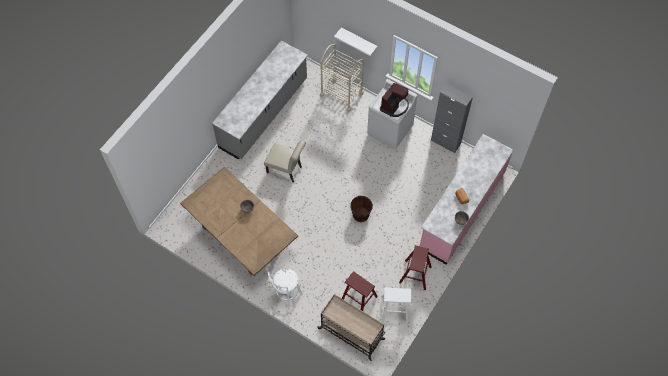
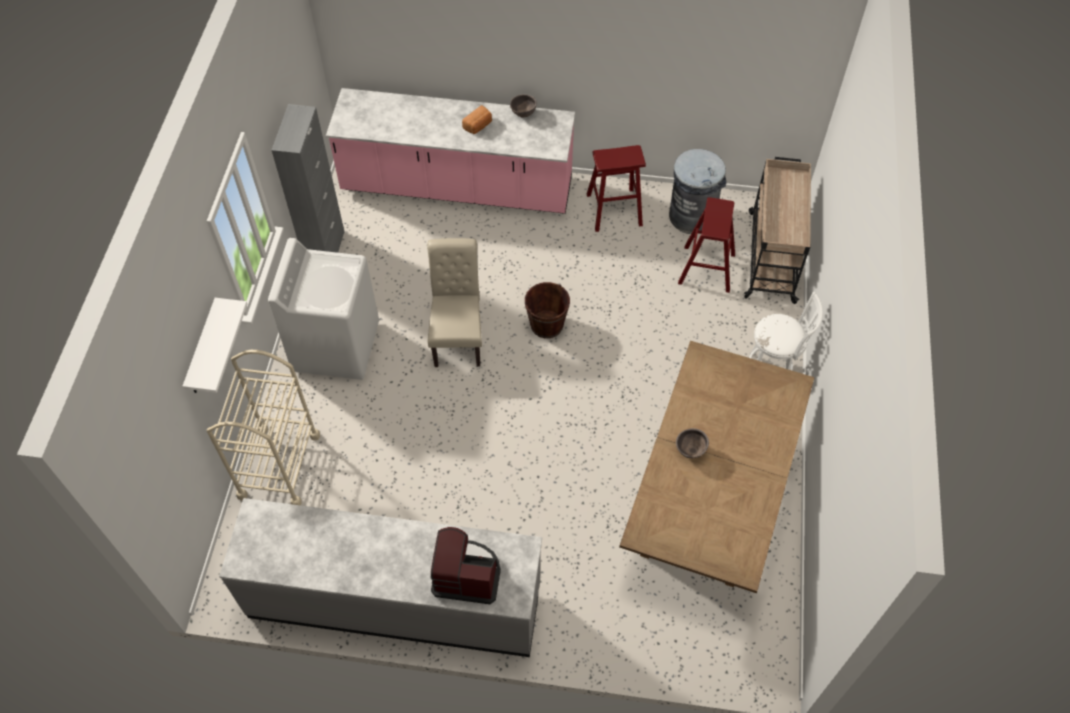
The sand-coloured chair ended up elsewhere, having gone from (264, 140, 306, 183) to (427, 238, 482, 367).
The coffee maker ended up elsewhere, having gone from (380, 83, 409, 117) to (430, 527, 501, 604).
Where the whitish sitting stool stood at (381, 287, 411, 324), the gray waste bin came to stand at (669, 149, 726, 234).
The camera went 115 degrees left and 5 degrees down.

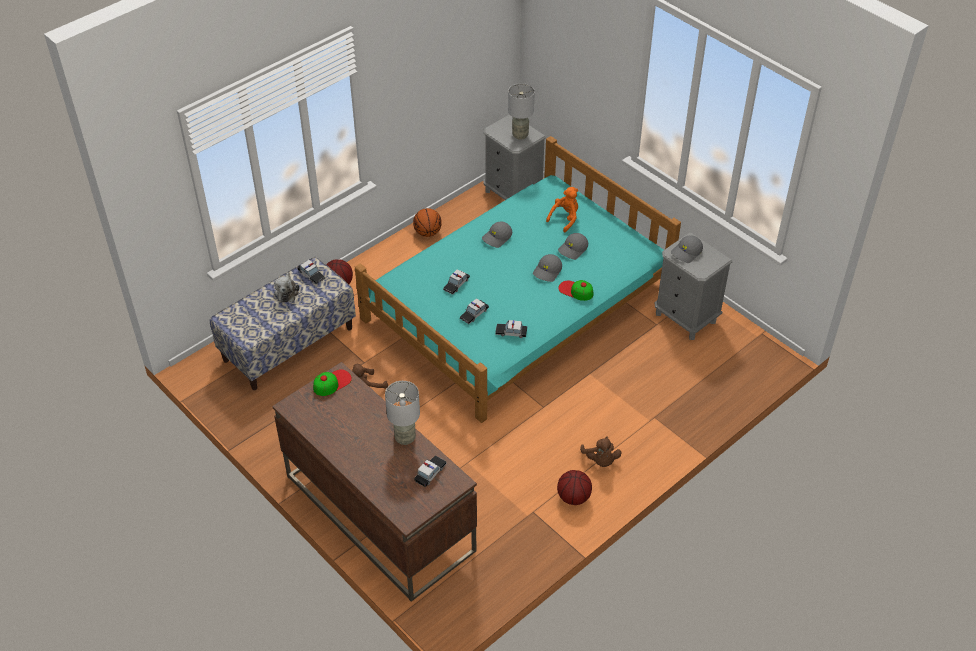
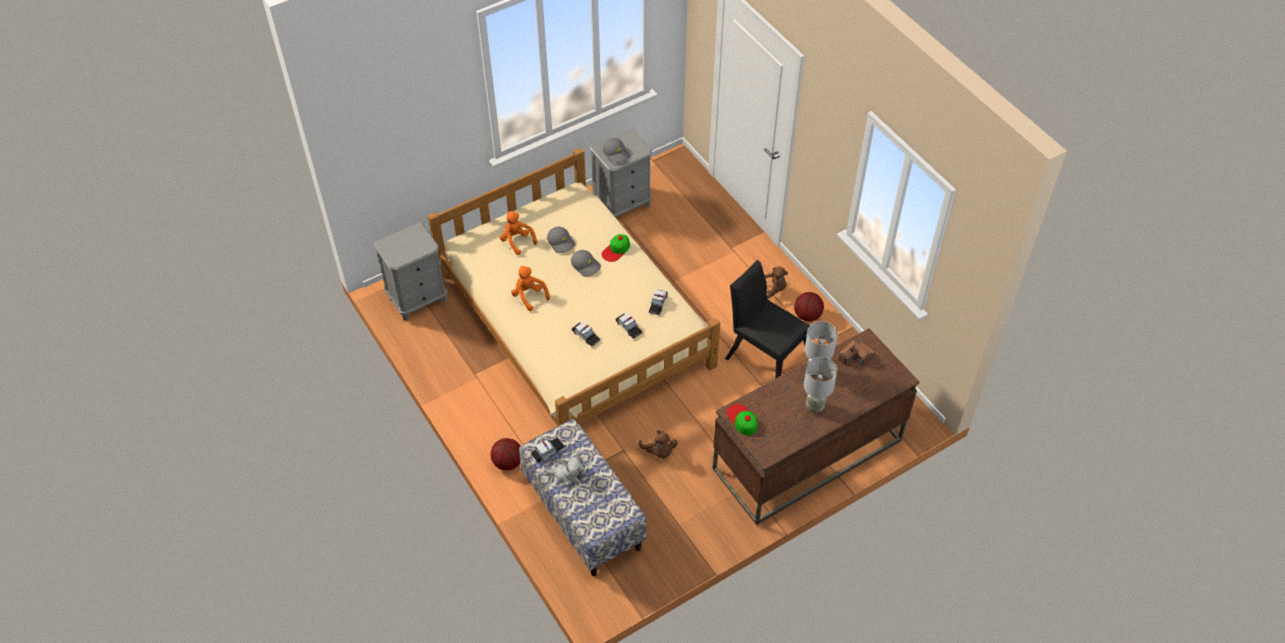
What was the blue-green sleeping bed at (355, 136, 681, 423) turned into the sand-coloured sleeping bed at (428, 148, 720, 426).
Where the gray cap stood at (482, 222, 512, 248), the orange-coloured cuddly toy came to stand at (511, 265, 550, 311).
The second view gained the black-coloured chair at (725, 260, 810, 379).
The gray table lamp ended up elsewhere, having gone from (508, 83, 535, 140) to (804, 357, 837, 413).
Where the miniature car stood at (414, 455, 447, 487), the model house came to stand at (839, 340, 875, 365).
The second view lost the basketball ball at (413, 208, 442, 237).
The camera went 80 degrees left and 5 degrees up.

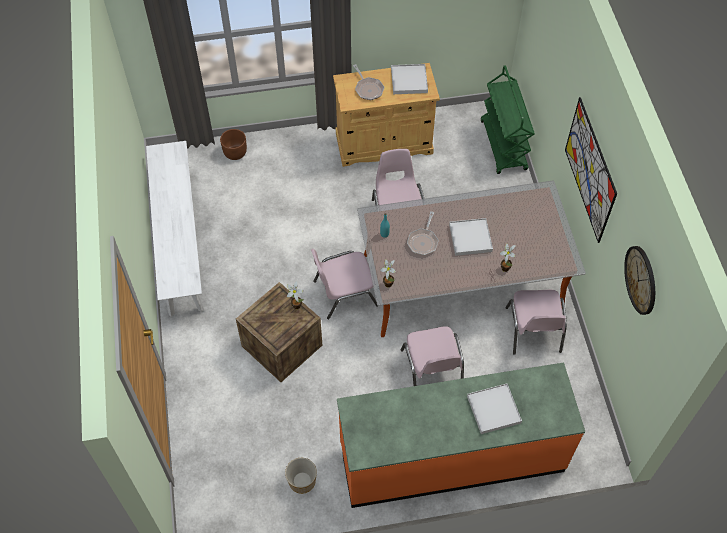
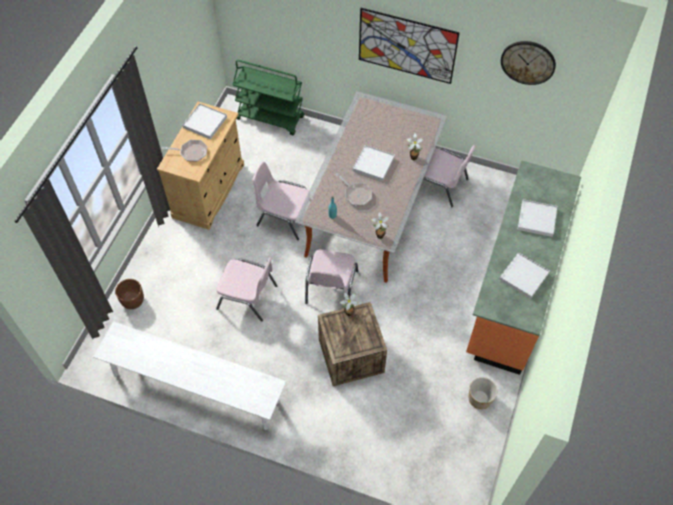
The pink chair ended up elsewhere, having gone from (401, 326, 464, 386) to (216, 257, 277, 322).
The second view gained the whitish carrying tray at (499, 252, 550, 299).
The camera went 60 degrees left and 0 degrees up.

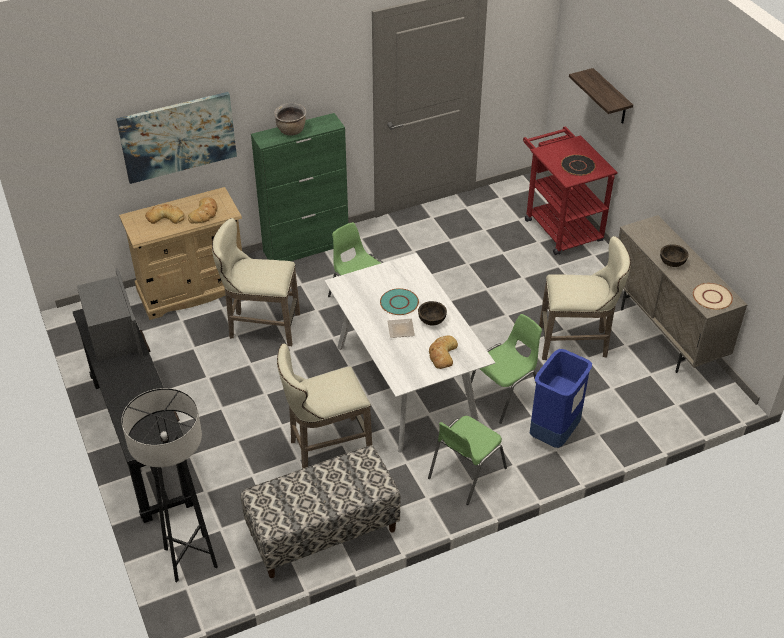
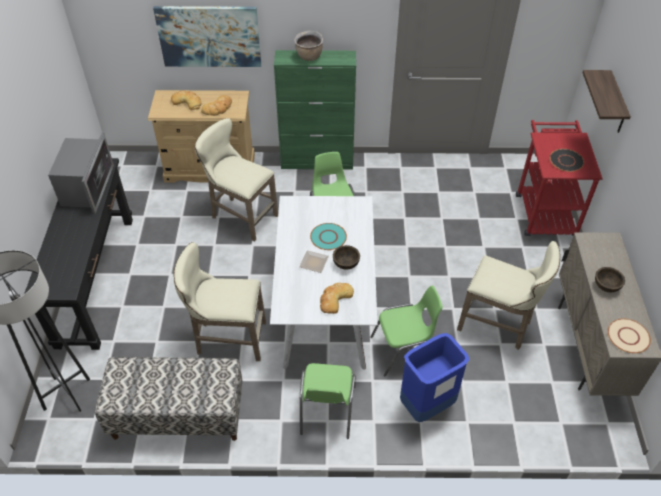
The greenish chair at (428, 416, 507, 505) ended up facing another way, 60 degrees counterclockwise from before.
The camera went 25 degrees right and 5 degrees up.

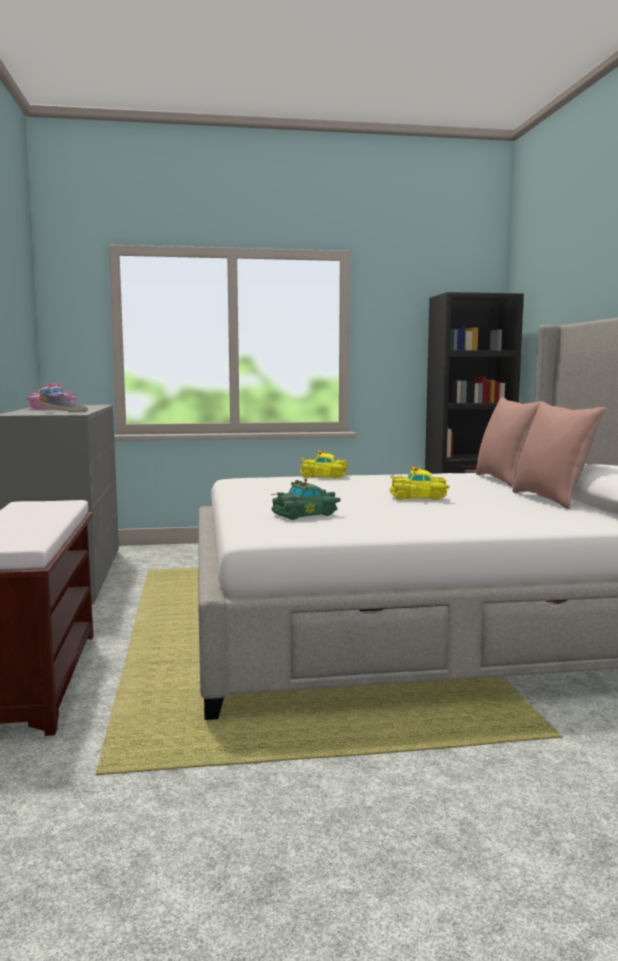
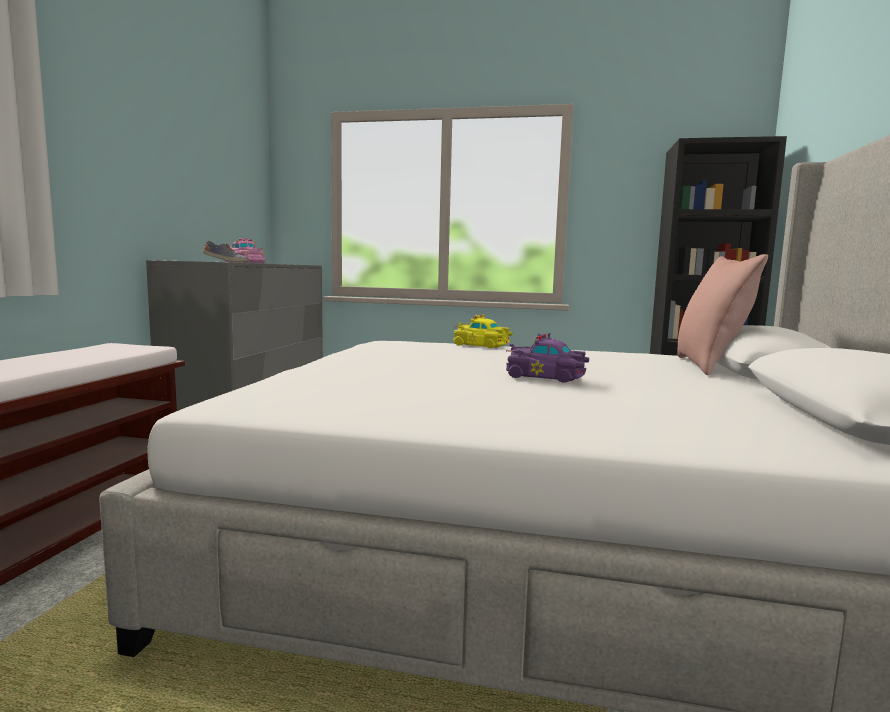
What was the yellow-coloured miniature car at (390, 466, 450, 500) turned into the purplish miniature car at (506, 333, 589, 382).
The second view lost the greenish miniature car at (271, 479, 341, 520).
The second view lost the pink pillow at (512, 401, 606, 509).
The camera went 20 degrees right and 0 degrees up.

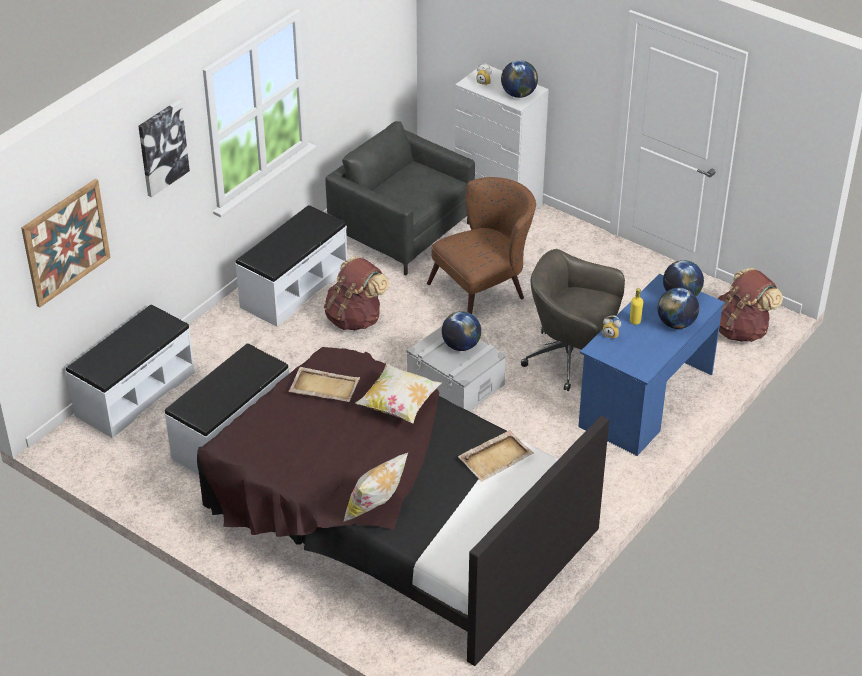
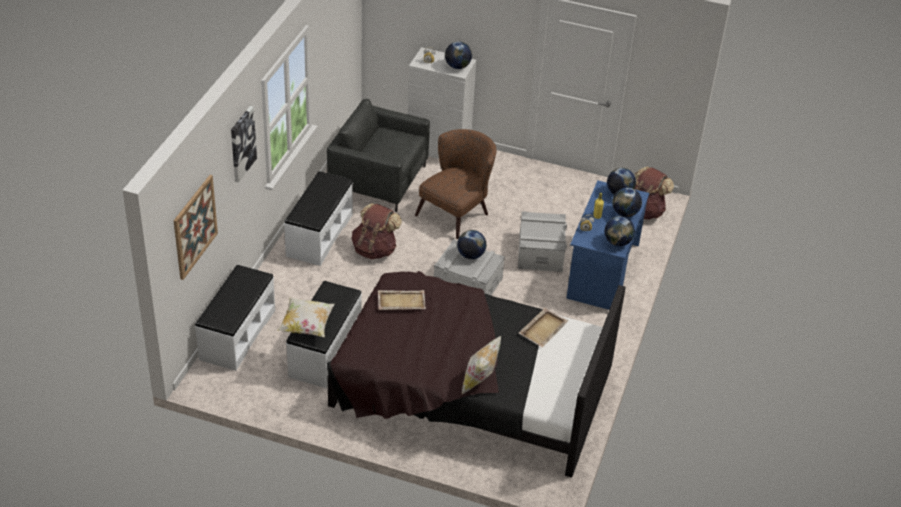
The pillow ended up elsewhere, having gone from (355, 364, 441, 424) to (277, 297, 335, 337).
Where the gray computer chair stood at (521, 249, 625, 391), the gray storage box came to stand at (518, 211, 567, 272).
The second view gained the globe at (605, 216, 635, 246).
The camera went 20 degrees left and 0 degrees up.

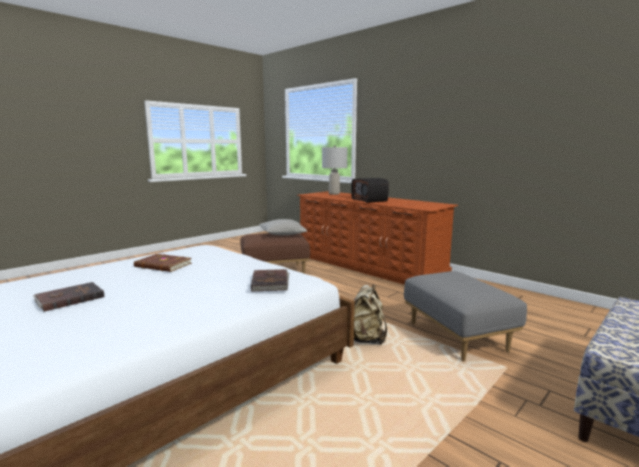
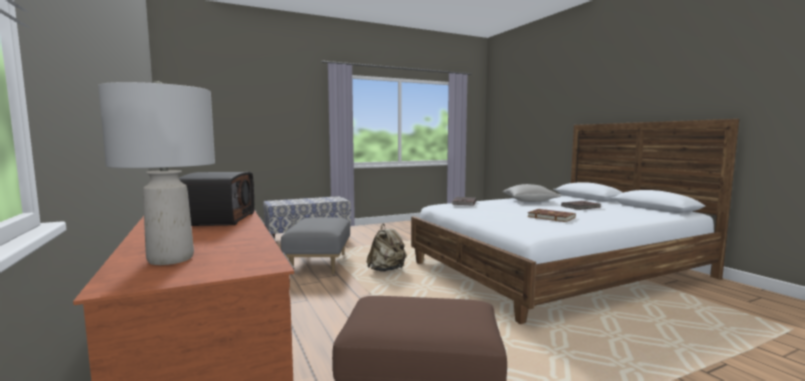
The gray pillow ended up elsewhere, having gone from (259, 219, 307, 235) to (503, 184, 561, 202).
The camera went 160 degrees left and 5 degrees down.

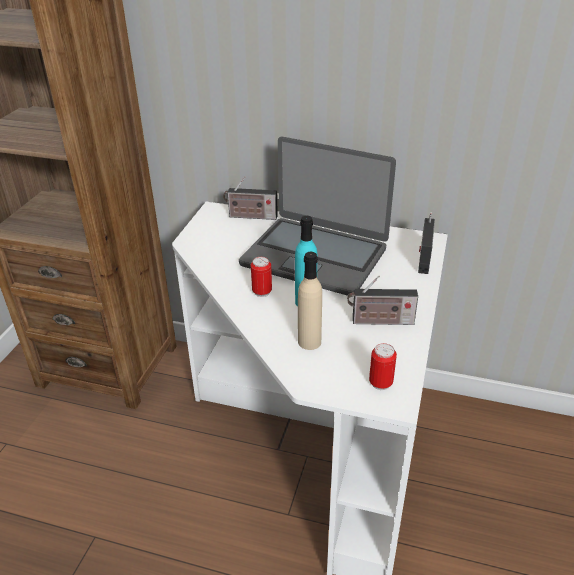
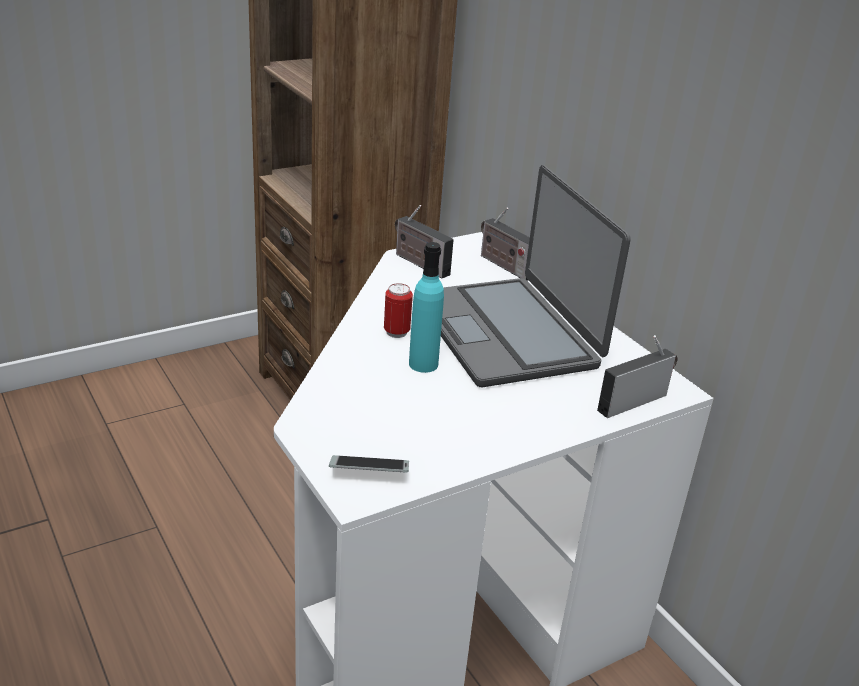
Where the can stood at (369, 343, 397, 390), the phone came to stand at (329, 455, 409, 473).
The radio ended up elsewhere, having gone from (347, 275, 418, 325) to (395, 205, 454, 278).
The second view lost the sand-coloured beverage bottle at (298, 252, 322, 350).
The camera went 40 degrees right and 5 degrees down.

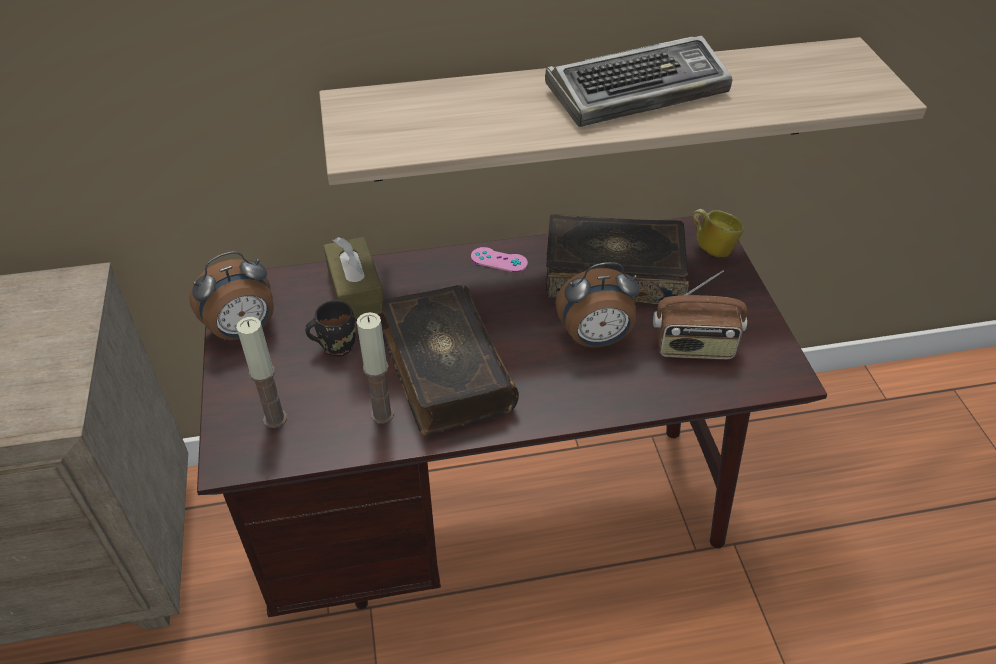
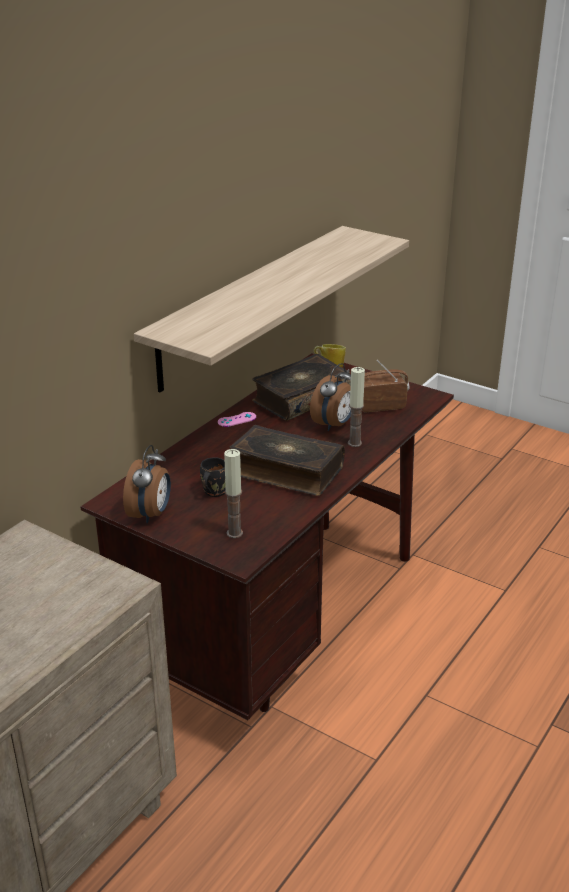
The candle ended up elsewhere, having gone from (357, 312, 394, 424) to (348, 367, 365, 447).
The radio at (653, 270, 747, 360) ended up facing another way, 150 degrees counterclockwise from before.
The second view lost the brown-coloured tissue box at (323, 237, 384, 319).
The second view lost the computer keyboard at (545, 36, 733, 127).
The camera went 45 degrees left and 15 degrees down.

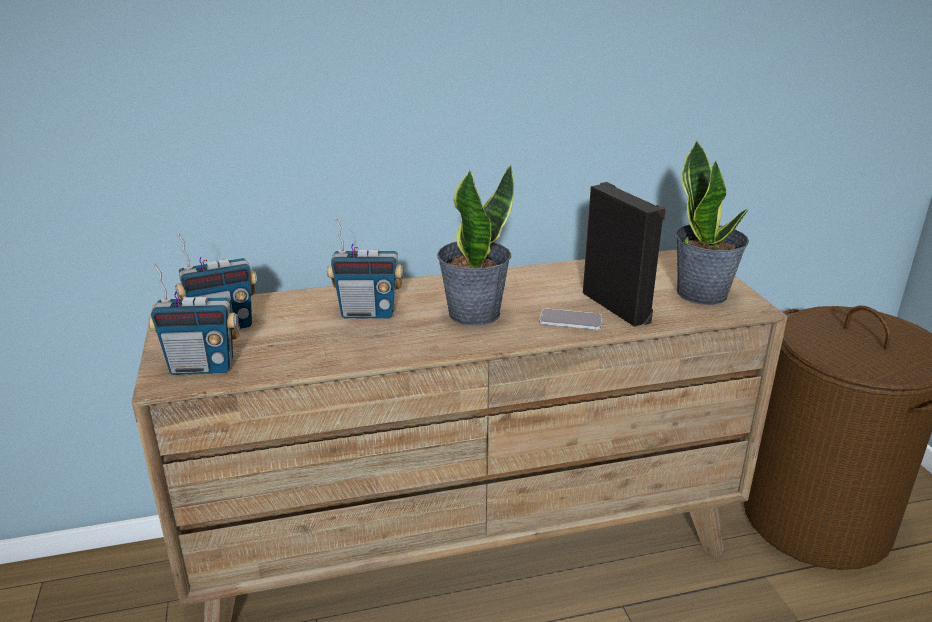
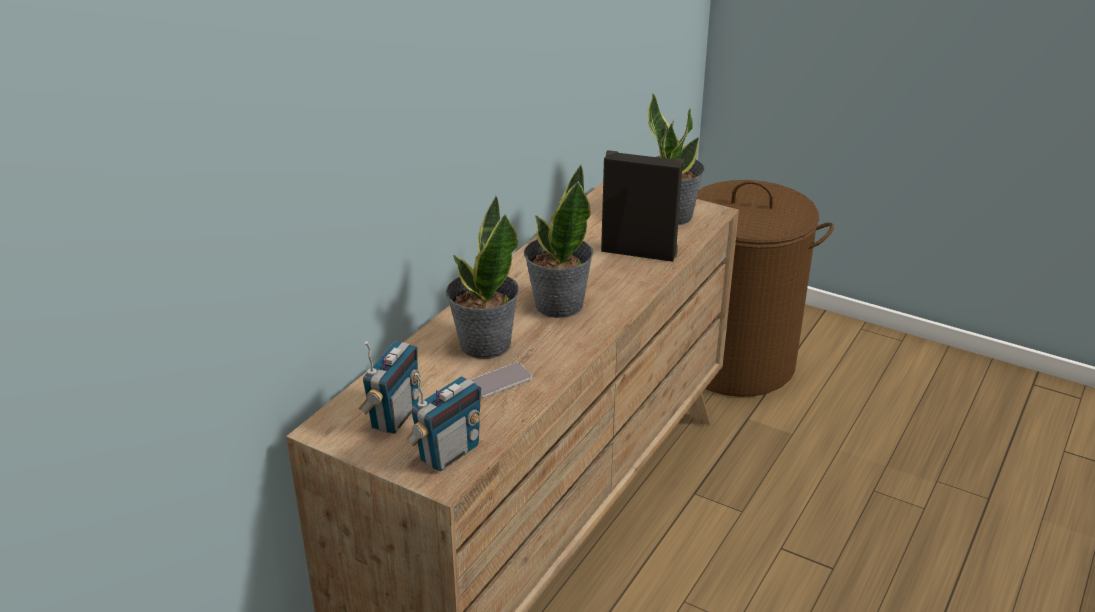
Where the radio stood at (327, 218, 403, 319), the plant in a pot came to stand at (446, 196, 519, 359).
The phone ended up elsewhere, having gone from (539, 308, 602, 330) to (470, 363, 532, 398).
The camera went 45 degrees left and 5 degrees up.

